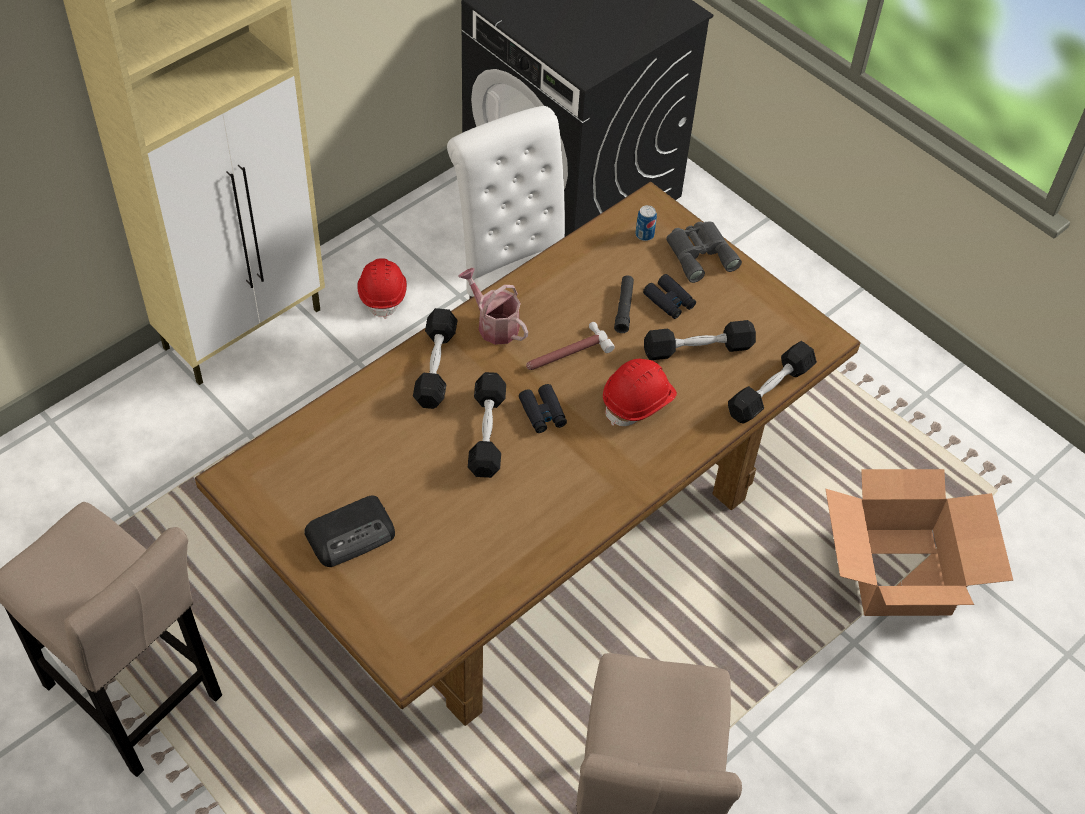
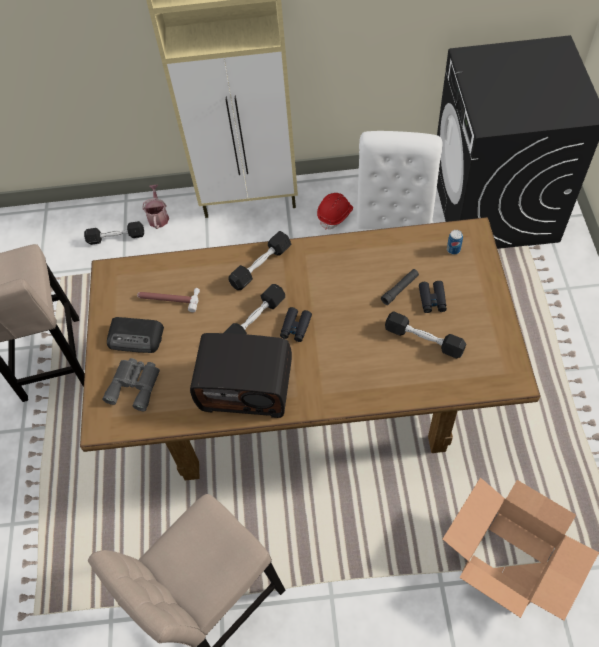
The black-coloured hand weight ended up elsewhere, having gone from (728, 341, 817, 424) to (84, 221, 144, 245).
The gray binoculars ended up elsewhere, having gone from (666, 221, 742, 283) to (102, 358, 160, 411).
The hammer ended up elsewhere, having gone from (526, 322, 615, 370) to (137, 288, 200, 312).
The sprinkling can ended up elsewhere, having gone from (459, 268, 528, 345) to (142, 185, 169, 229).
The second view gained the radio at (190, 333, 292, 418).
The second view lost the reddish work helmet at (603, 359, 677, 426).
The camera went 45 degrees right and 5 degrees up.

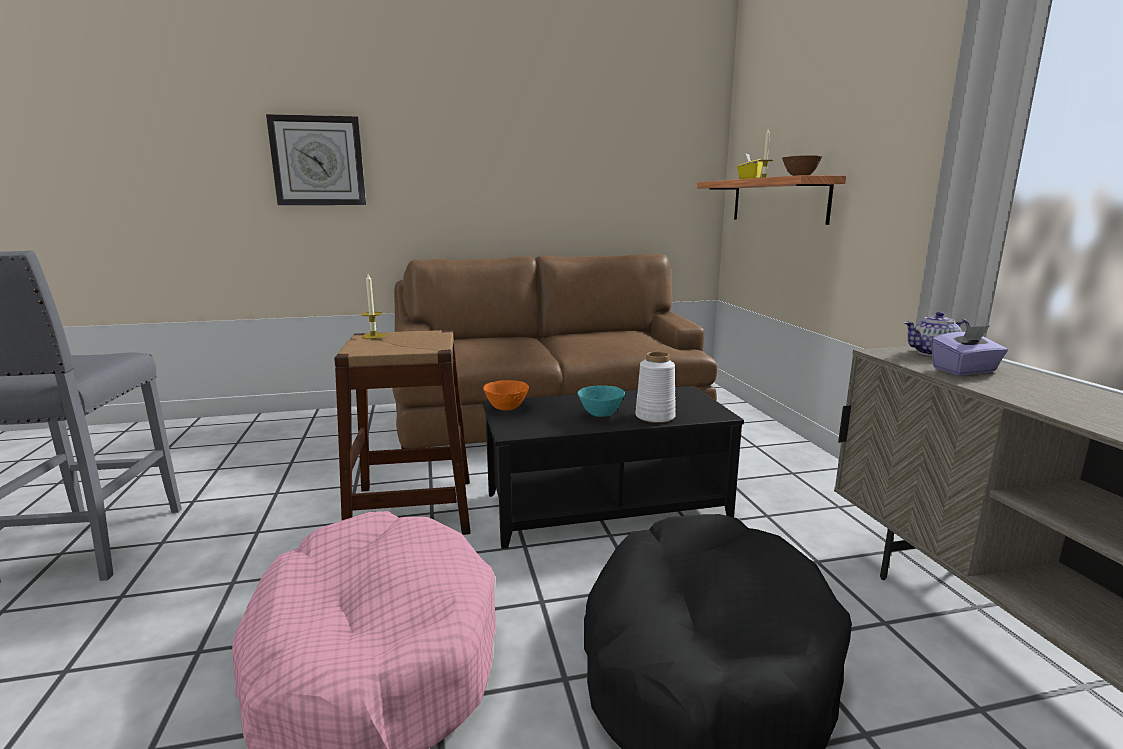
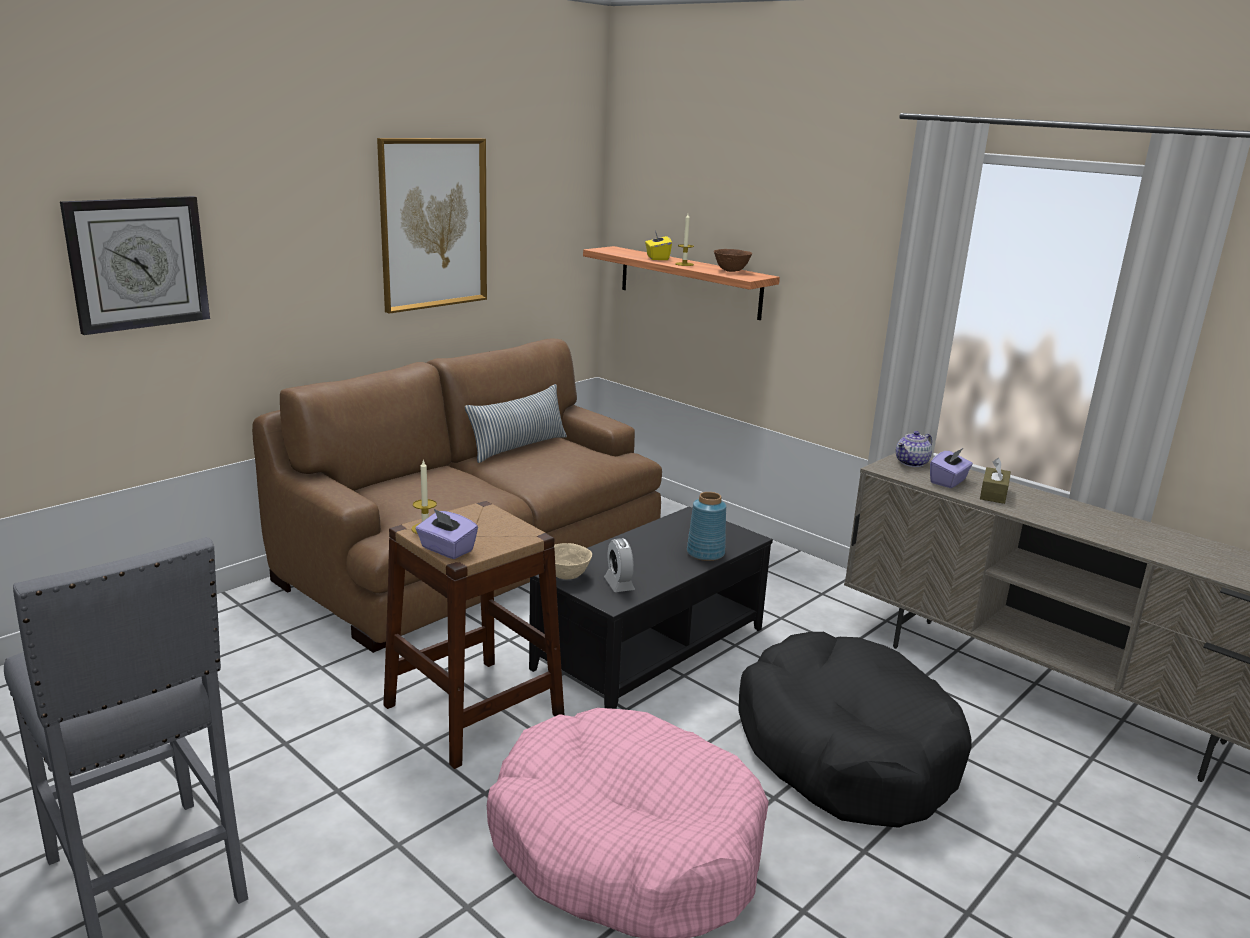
The second view gained the picture at (377, 138, 487, 314).
The second view gained the purplish tissue box at (416, 509, 478, 559).
The second view gained the pillow at (465, 384, 567, 463).
What was the orange-coloured serving bowl at (483, 380, 529, 411) turned into the sand-coloured serving bowl at (554, 543, 592, 579).
The second view gained the bedside clock at (604, 538, 635, 592).
What was the whitish flower vase at (635, 352, 676, 423) turned into the blue flower vase at (687, 492, 726, 561).
The second view gained the brown-coloured tissue box at (980, 458, 1011, 504).
The second view lost the blue-green serving bowl at (577, 385, 625, 417).
The camera went 35 degrees left and 5 degrees up.

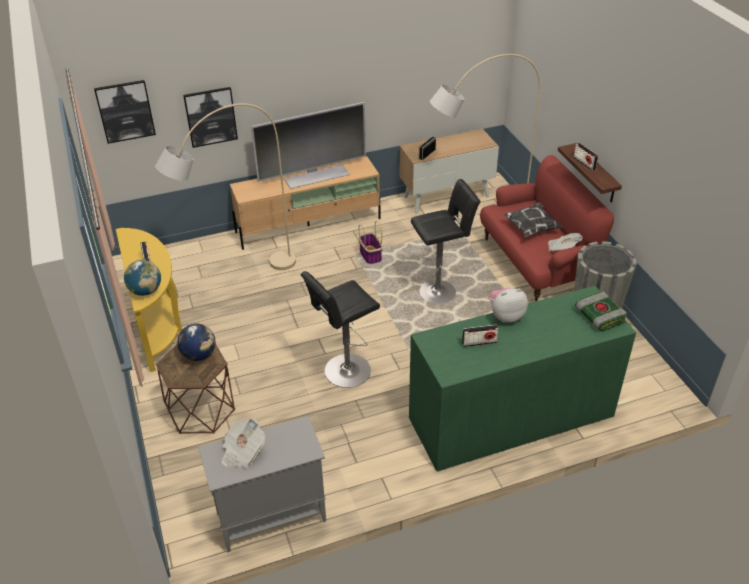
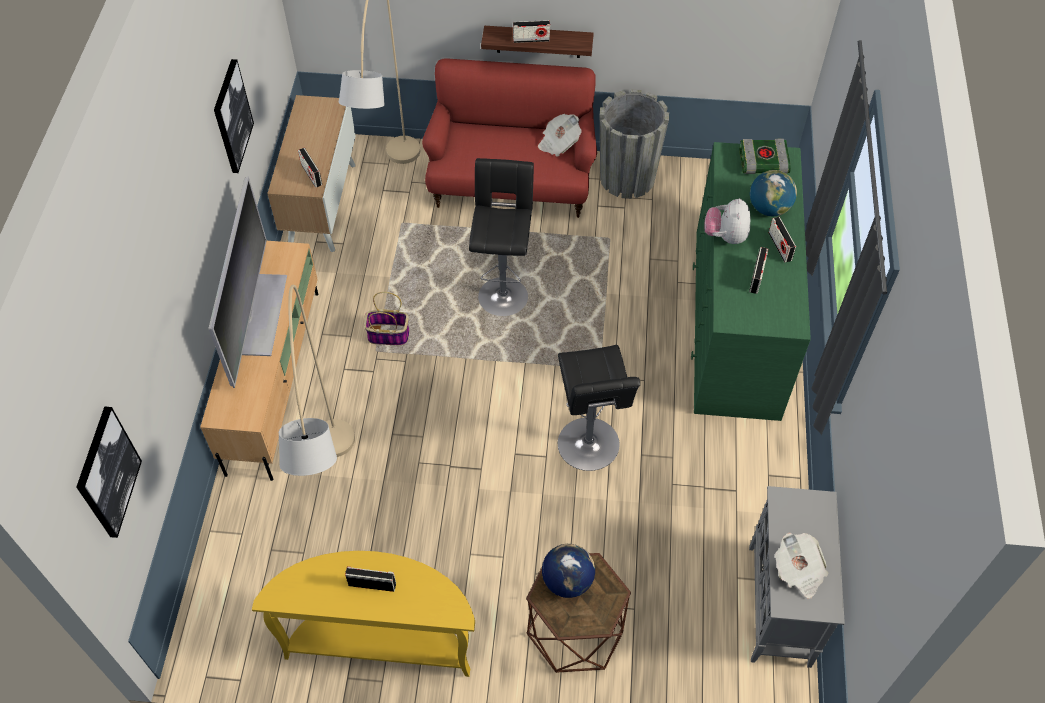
The picture ended up elsewhere, having gone from (183, 87, 238, 148) to (214, 59, 254, 173).
The globe ended up elsewhere, having gone from (124, 260, 161, 296) to (750, 170, 797, 216).
The second view gained the radio at (769, 217, 796, 263).
The second view lost the pillow at (503, 202, 563, 237).
The camera went 65 degrees left and 15 degrees up.

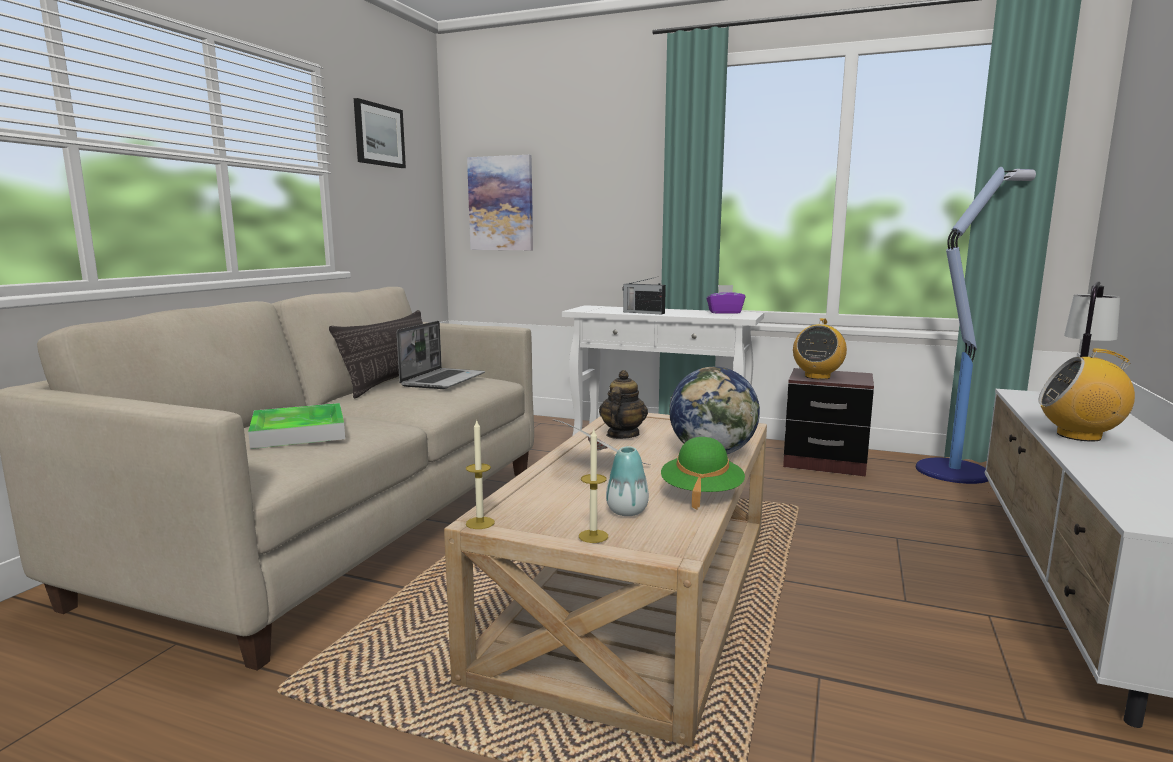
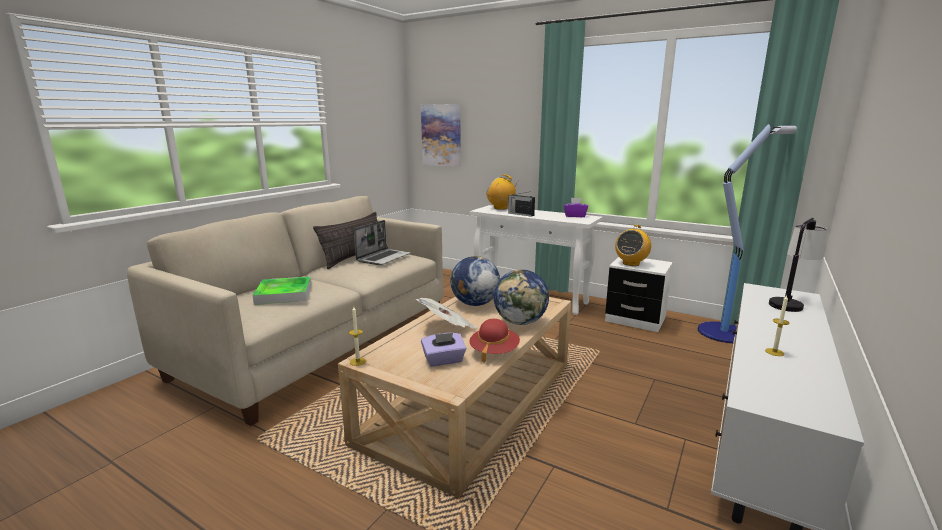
Where the flower vase stood at (606, 446, 649, 516), the purplish tissue box came to stand at (421, 333, 466, 367).
Where the pot for tea stood at (599, 370, 648, 439), the globe came to stand at (450, 256, 500, 306).
What was the greenish clothing hat at (661, 437, 745, 509) turned into the reddish clothing hat at (469, 319, 520, 363).
The radio ended up elsewhere, having gone from (1038, 349, 1135, 442) to (486, 174, 519, 210).
What was the brown-coloured nightstand at (783, 368, 874, 477) turned into the whitish nightstand at (605, 257, 673, 332).
The candle ended up elsewhere, having gone from (579, 430, 608, 543) to (765, 295, 789, 356).
The second view lost the picture at (354, 98, 406, 168).
The camera went 10 degrees right and 5 degrees up.

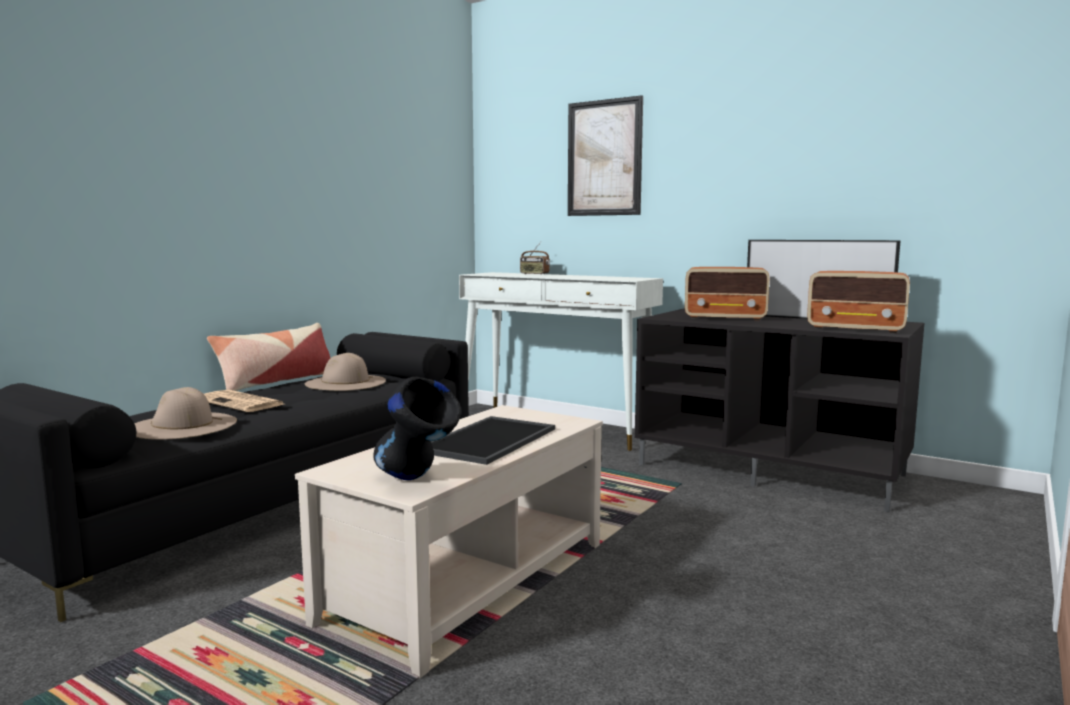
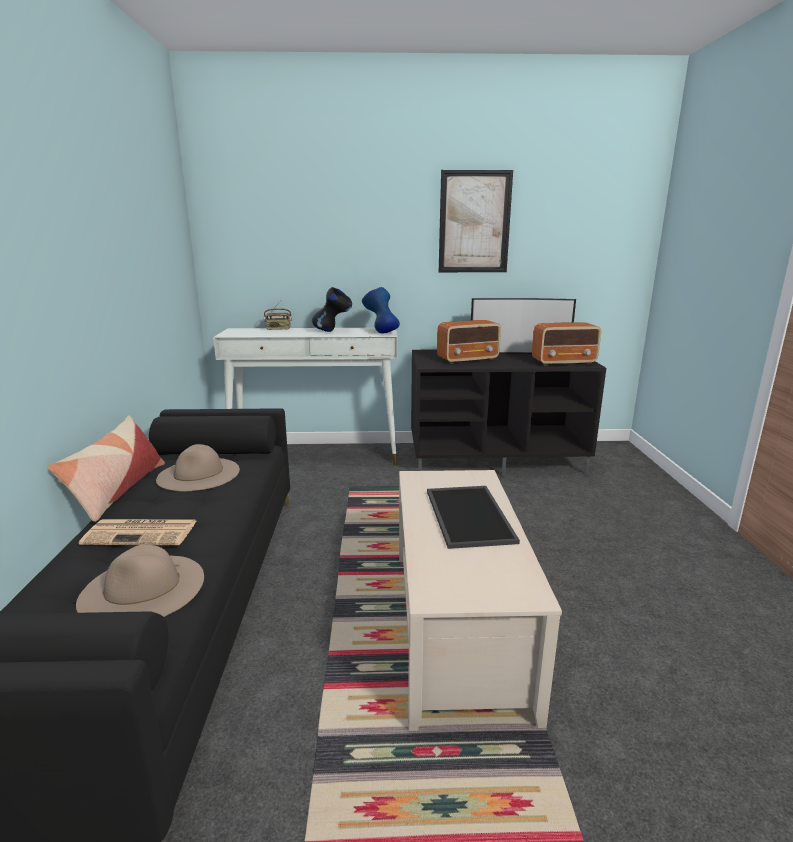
The black-coloured flower vase ended up elsewhere, having gone from (373, 377, 461, 480) to (312, 287, 352, 332).
The second view gained the blue flower vase at (362, 287, 400, 333).
The picture ended up elsewhere, having gone from (568, 95, 643, 216) to (439, 170, 513, 272).
The camera went 35 degrees left and 10 degrees up.

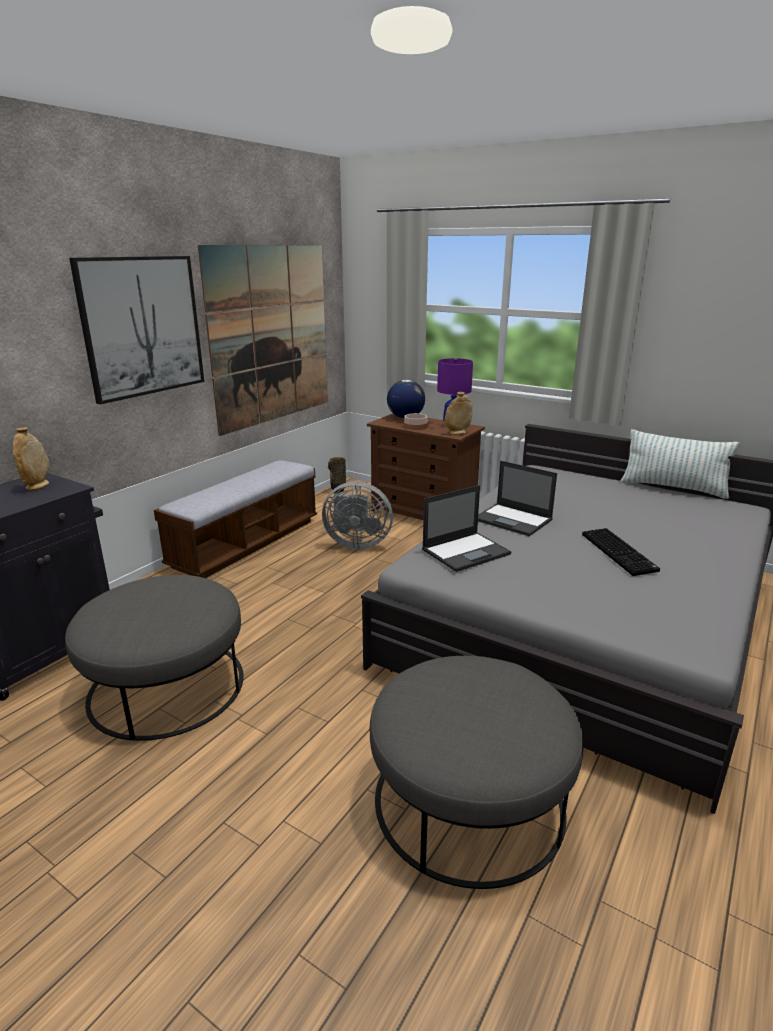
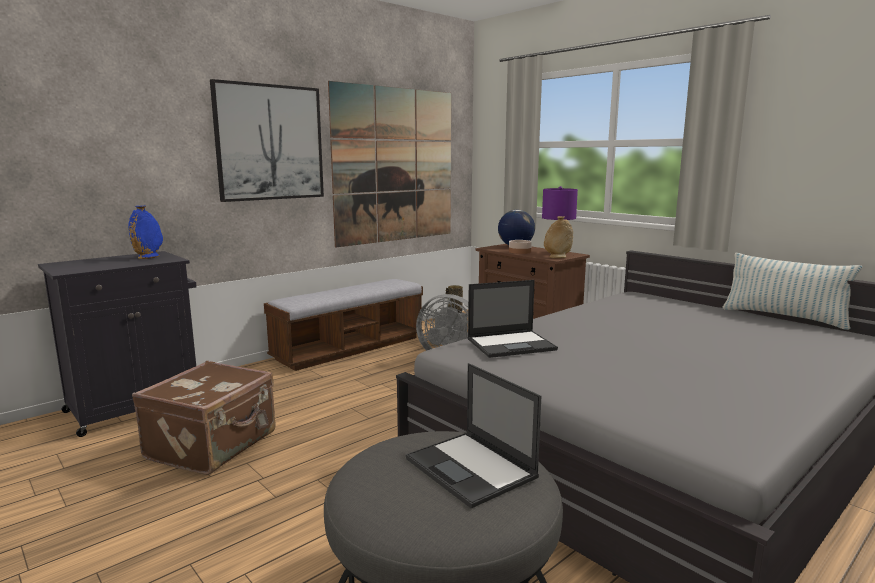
What was the sand-coloured flower vase at (13, 427, 49, 491) turned into the blue flower vase at (128, 206, 163, 259).
Where the gray ottoman stood at (65, 575, 244, 741), the brown-coloured suitcase came to stand at (132, 361, 276, 475).
The laptop ended up elsewhere, having gone from (478, 461, 557, 536) to (406, 363, 541, 508).
The second view lost the computer keyboard at (582, 528, 660, 576).
The camera went 15 degrees right and 10 degrees down.

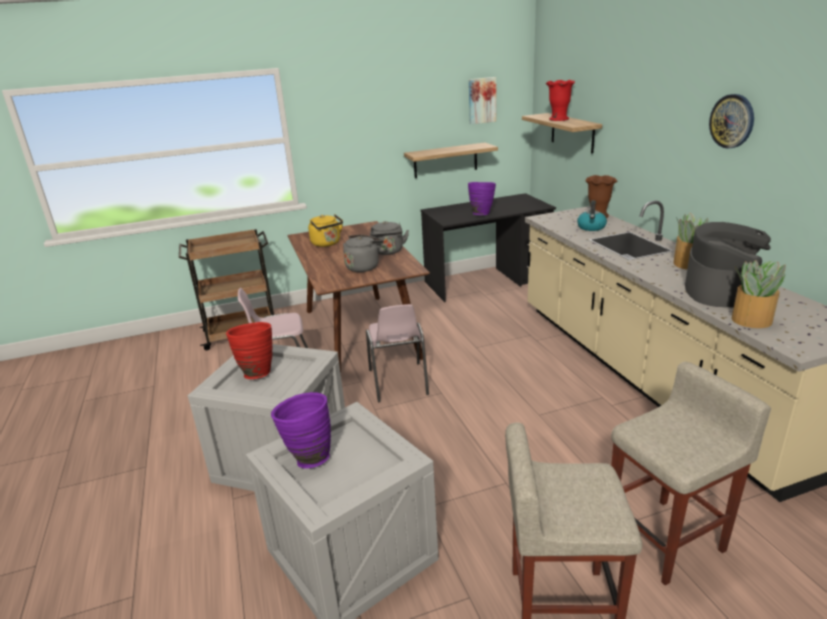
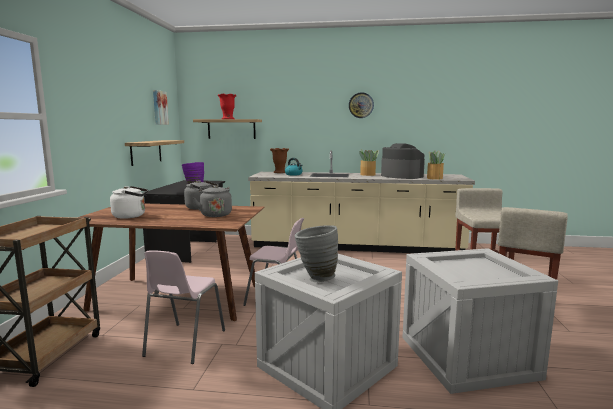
What was the yellow-coloured water kettle at (308, 214, 343, 247) turned into the whitish water kettle at (110, 186, 148, 219).
What was the reddish flower vase at (226, 322, 272, 379) turned into the gray flower vase at (294, 225, 338, 282).
The second view lost the purplish flower vase at (271, 392, 331, 469).
The camera went 65 degrees left and 15 degrees down.

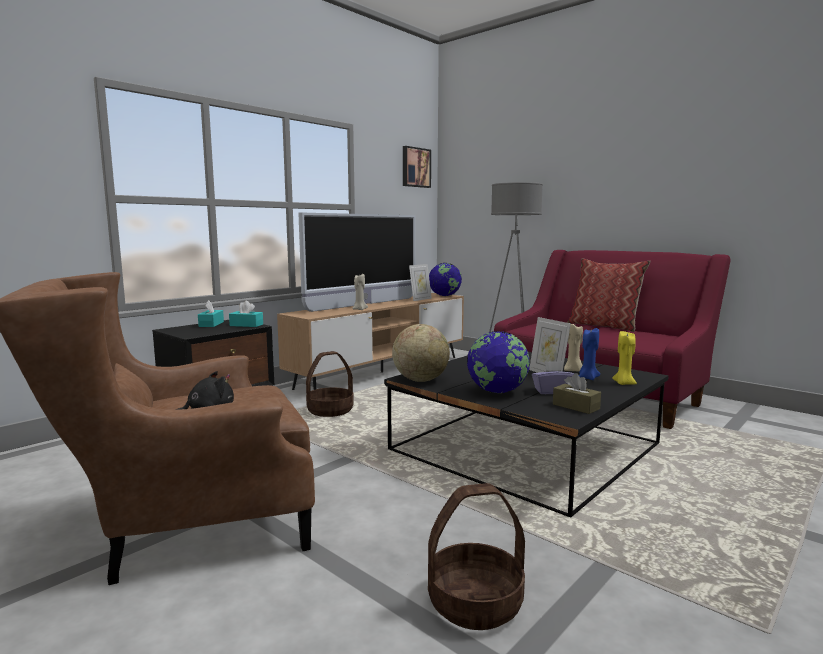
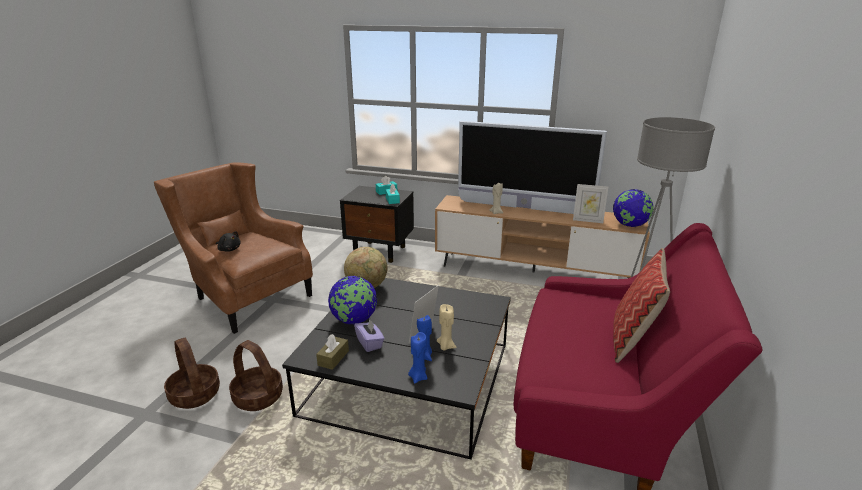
The household basket ended up elsewhere, having gone from (306, 351, 354, 417) to (229, 340, 283, 411).
What was the yellow-coloured candle at (612, 331, 637, 385) turned into the blue candle at (408, 332, 427, 384).
The second view lost the picture at (403, 146, 431, 188).
The camera went 65 degrees right and 15 degrees up.

